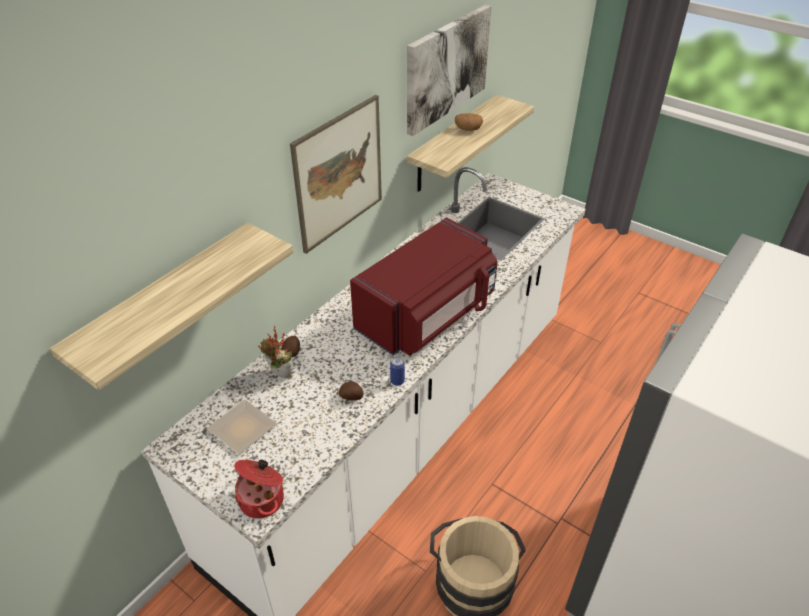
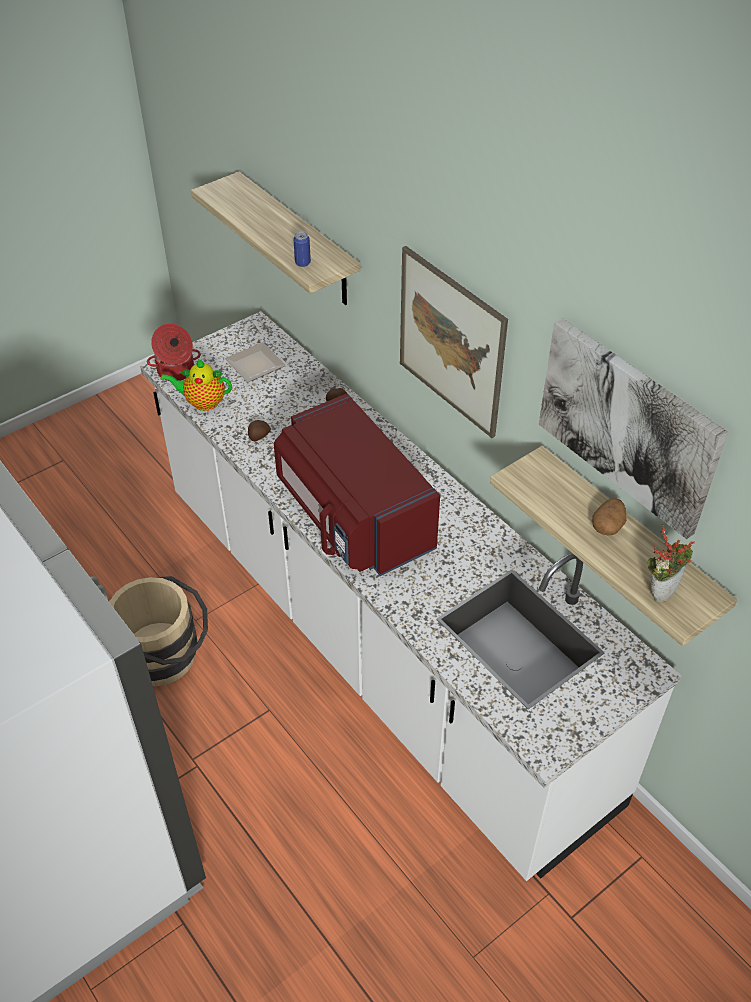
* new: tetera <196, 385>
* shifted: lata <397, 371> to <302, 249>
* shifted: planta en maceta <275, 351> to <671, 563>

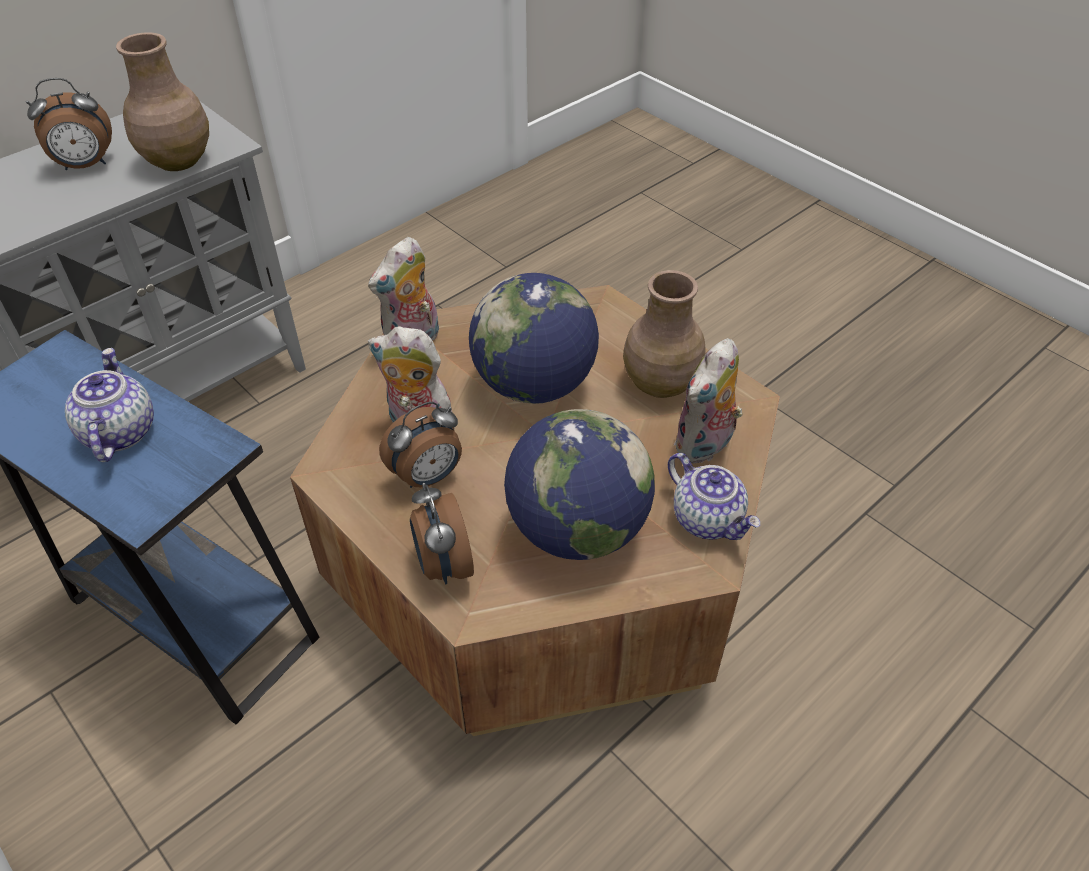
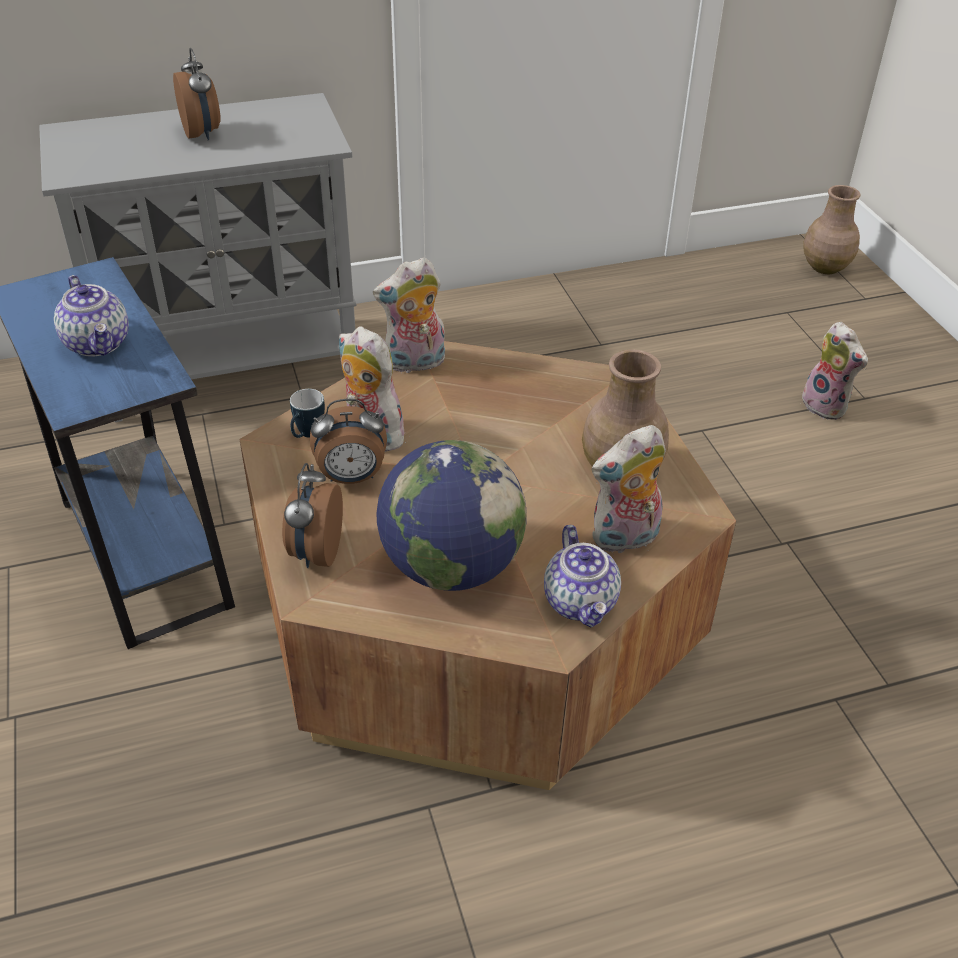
* rotated: tetera <109, 405> = <91, 316> 135 degrees clockwise
* rotated: despertador <69, 124> = <197, 94> 120 degrees counterclockwise
* new: taza grande <307, 413>
* new: peluche <835, 371>
* shifted: florero (marrón) <162, 101> to <831, 229>
* gone: globo terráqueo <534, 338>

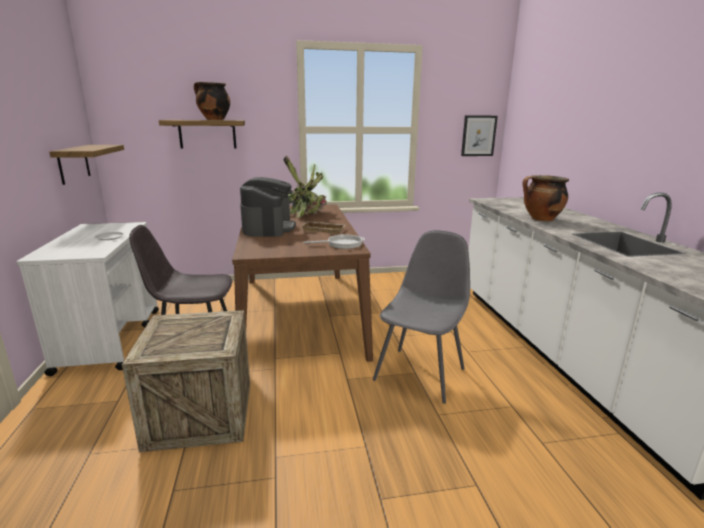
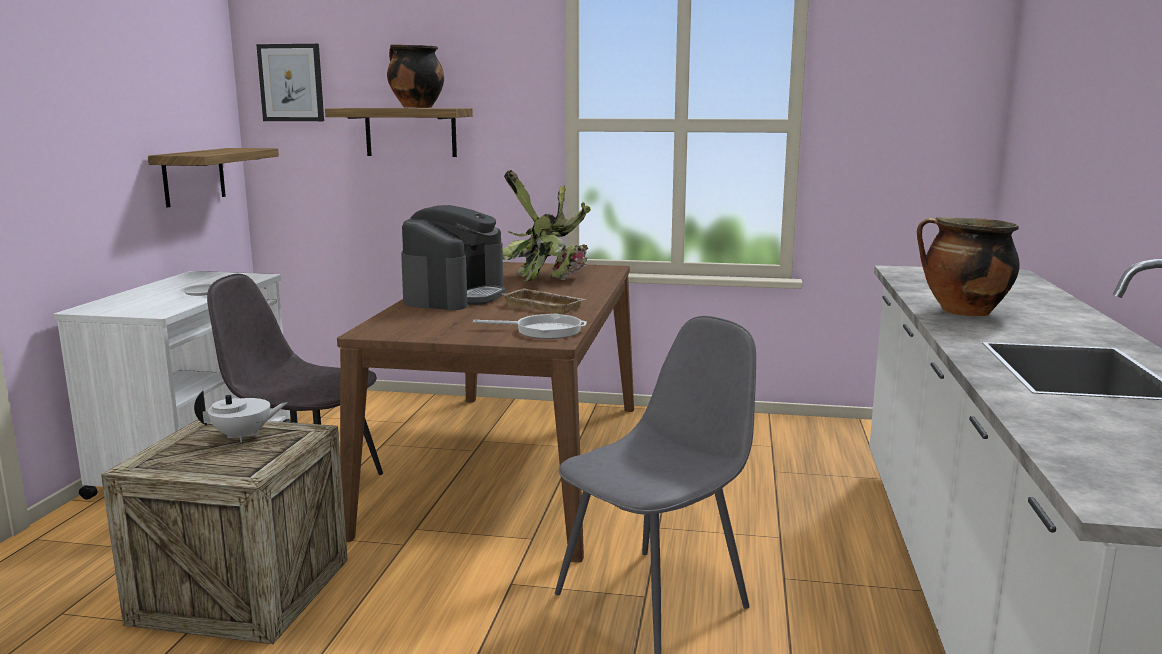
* new: tetera (blanco) <240, 416>
* shifted: cuadro <479, 135> to <290, 82>

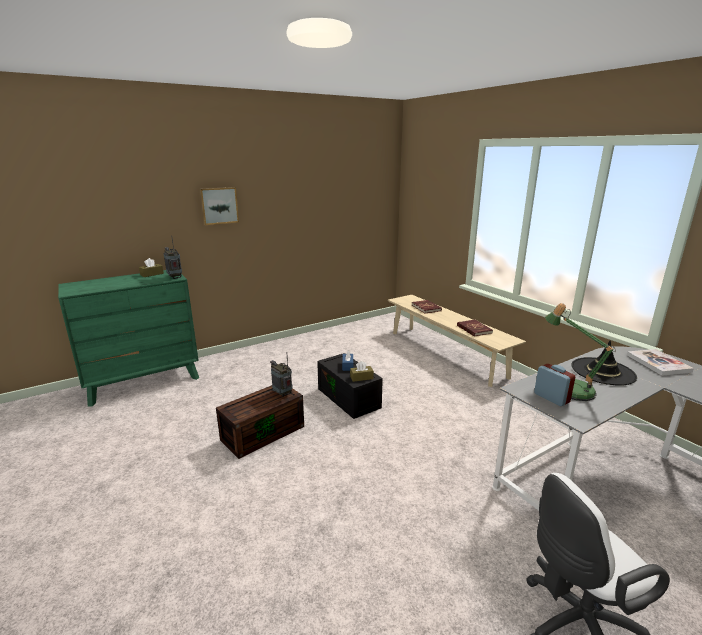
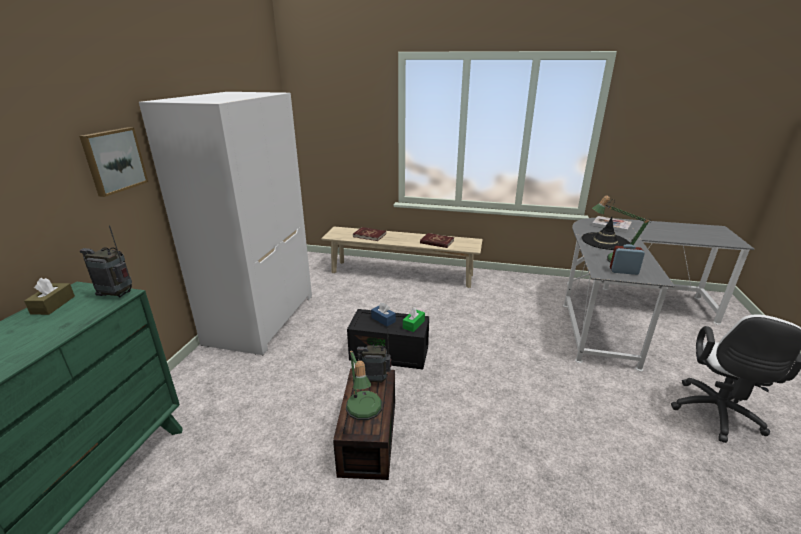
* new: armario ropero (blanco) <225, 223>
* new: lámpara de mesa <364, 385>
* repainted: caja de pañuelos (marrón) <362, 371> to caja de pañuelos (verde) <414, 319>

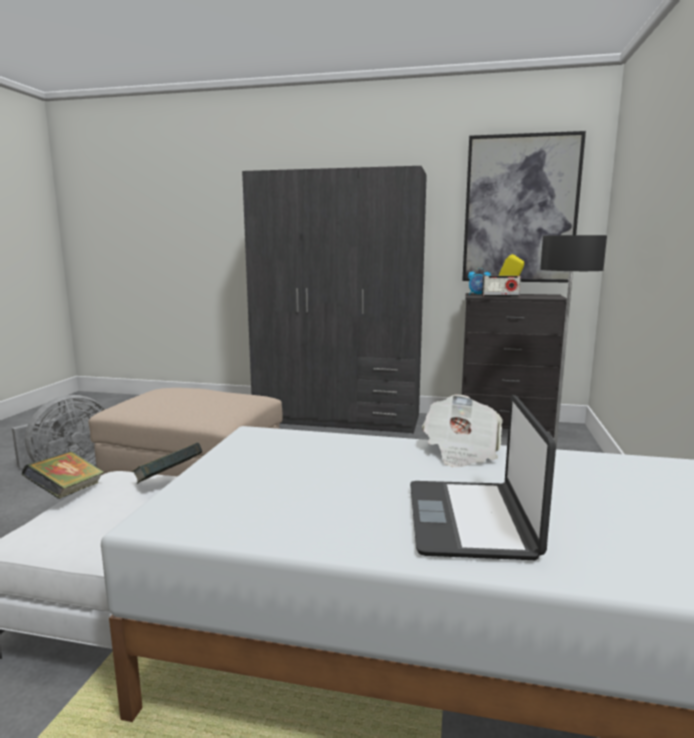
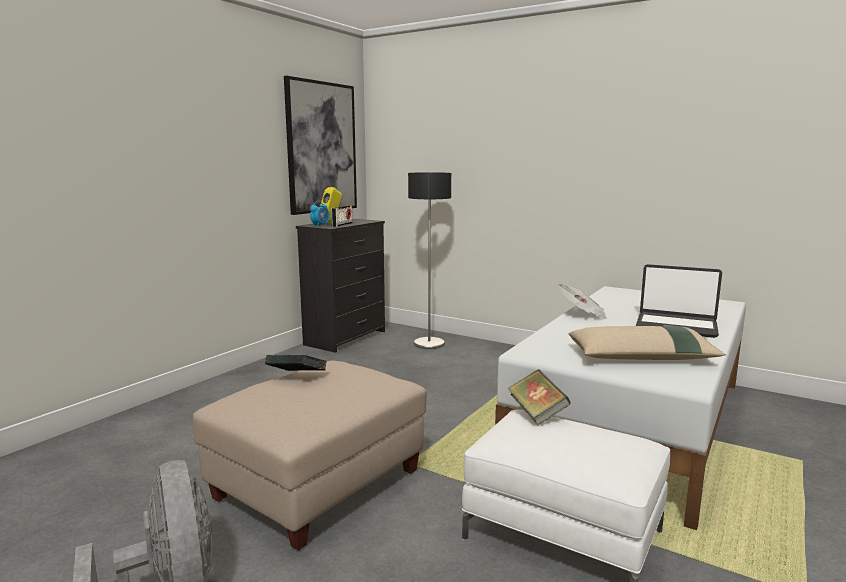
* shifted: libro <63, 475> to <296, 363>
* new: cojín (beis) <647, 343>
* gone: armario ropero (gris) <334, 300>

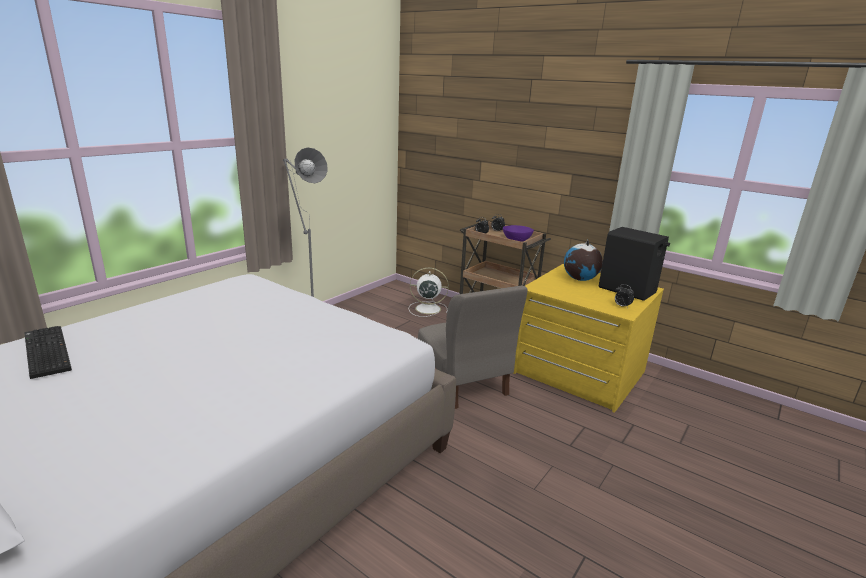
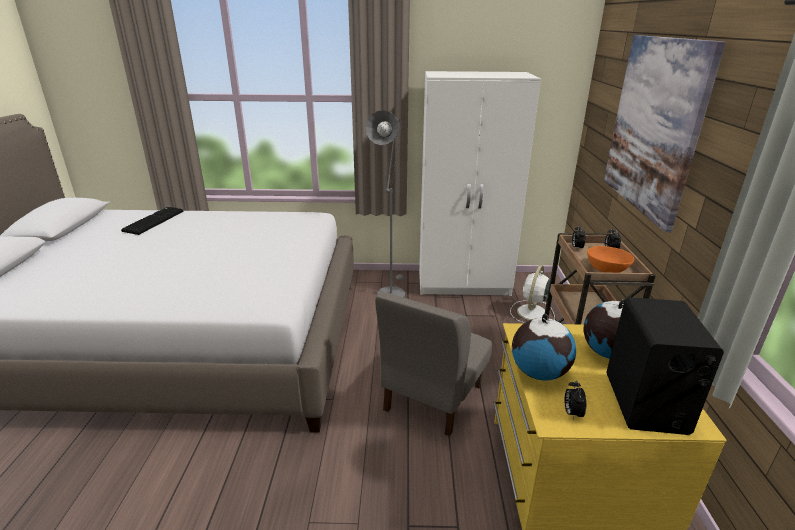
* new: armario ropero (blanco) <480, 183>
* rotated: ventilador (blanco) <429, 292> = <532, 294> 120 degrees counterclockwise
* new: globo terráqueo <544, 347>
* repainted: cuenco (morado) <518, 233> to cuenco (naranja) <610, 259>
* new: cuadro <665, 133>

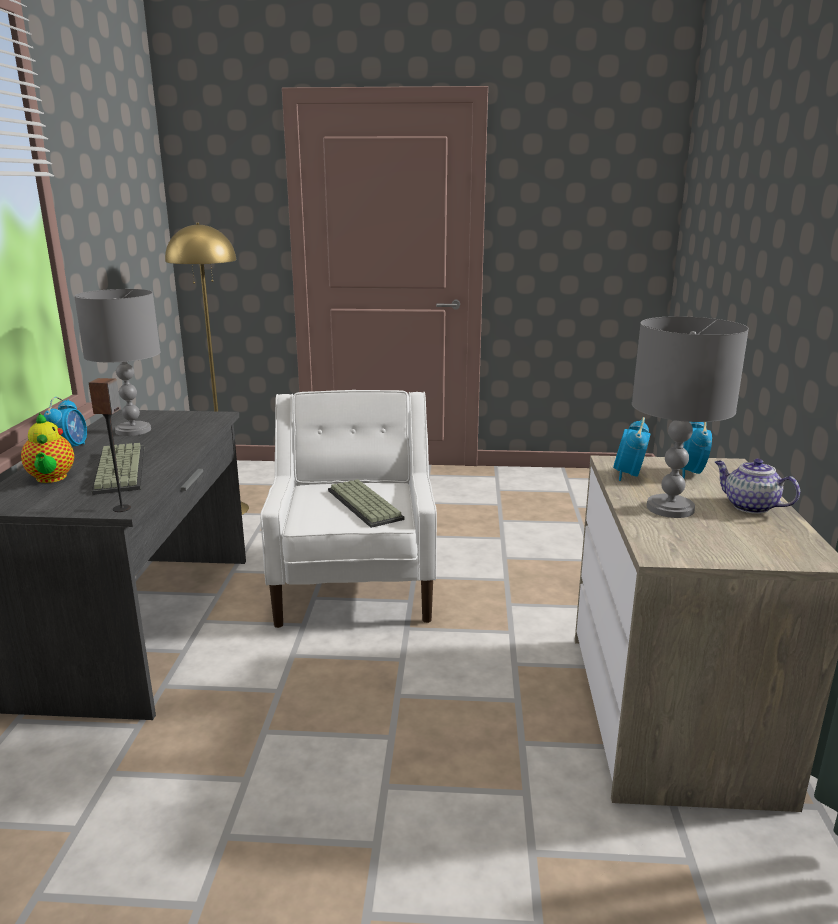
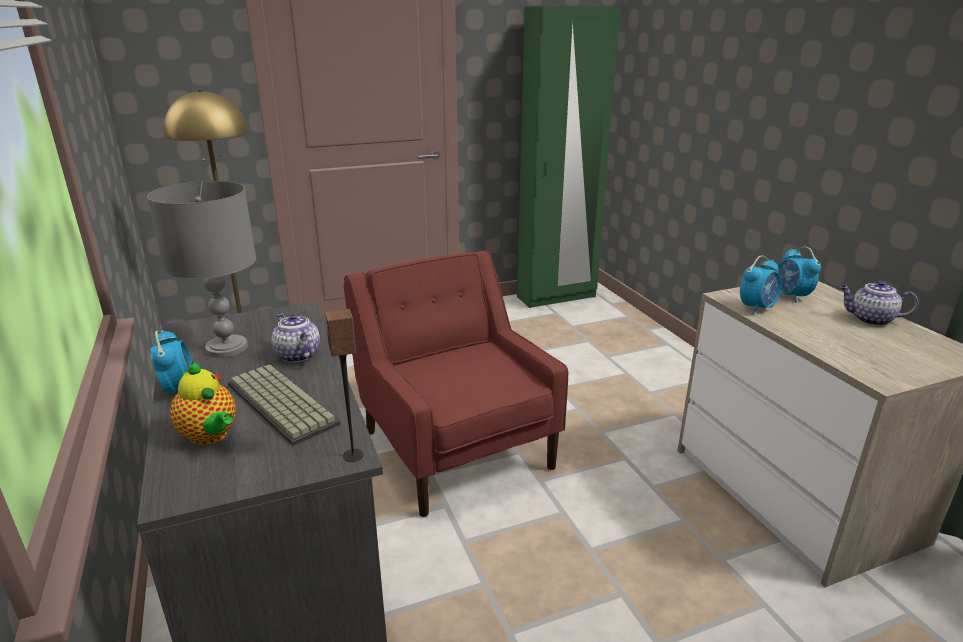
* new: tetera <295, 338>
* repainted: sillón (blanco) <348, 509> to sillón (rojo) <456, 383>
* new: armario ropero (verde) <569, 157>
* rotated: despertador <631, 449> = <761, 285> 120 degrees counterclockwise
* gone: teclado <366, 503>
* gone: lámpara de mesa (gris) <690, 417>

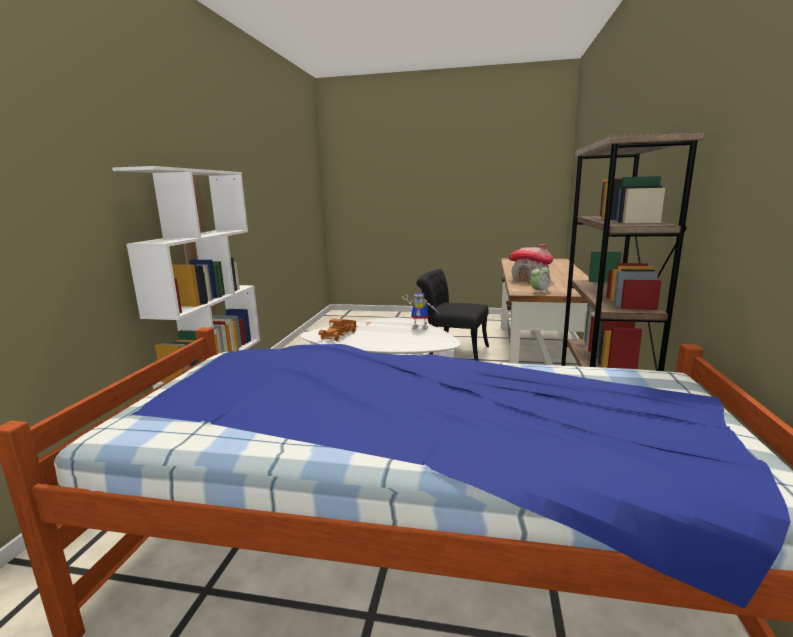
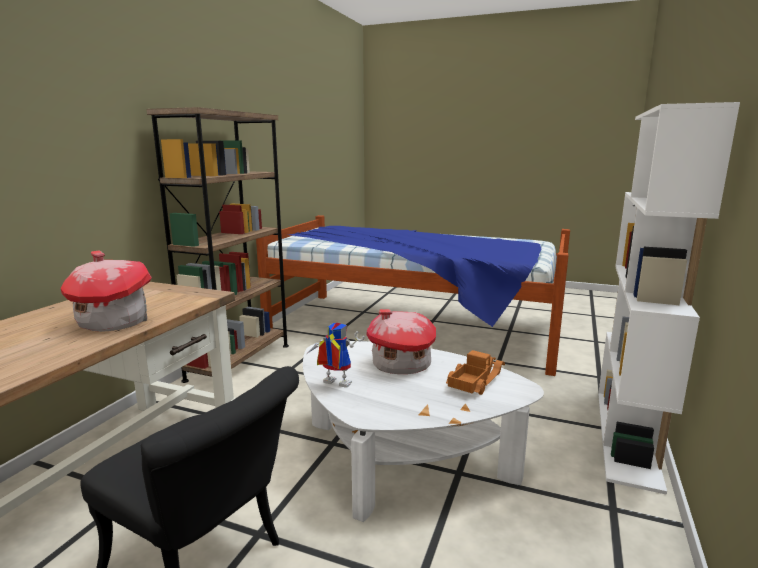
* new: casita <401, 341>
* gone: despertador <541, 279>

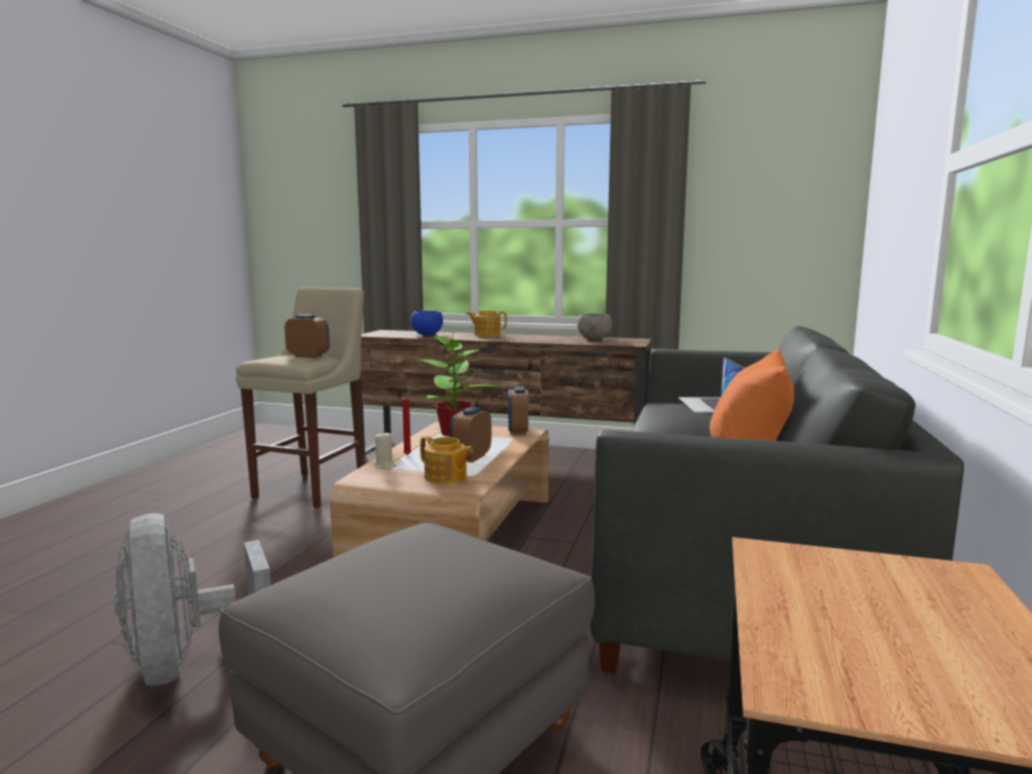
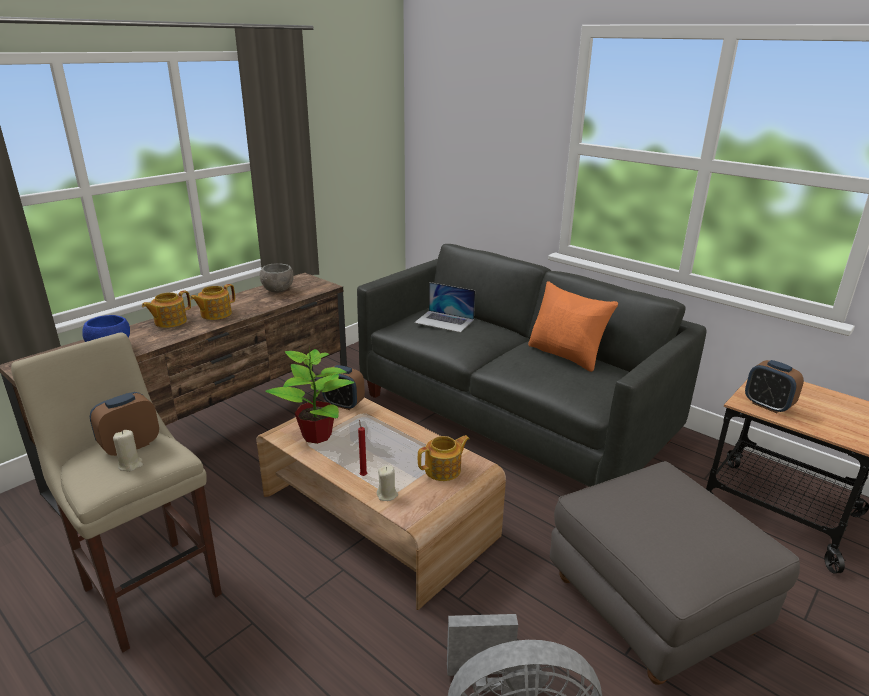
* new: vela (beis) <128, 451>
* new: tetera <212, 302>
* shifted: despertador <470, 435> to <774, 386>

